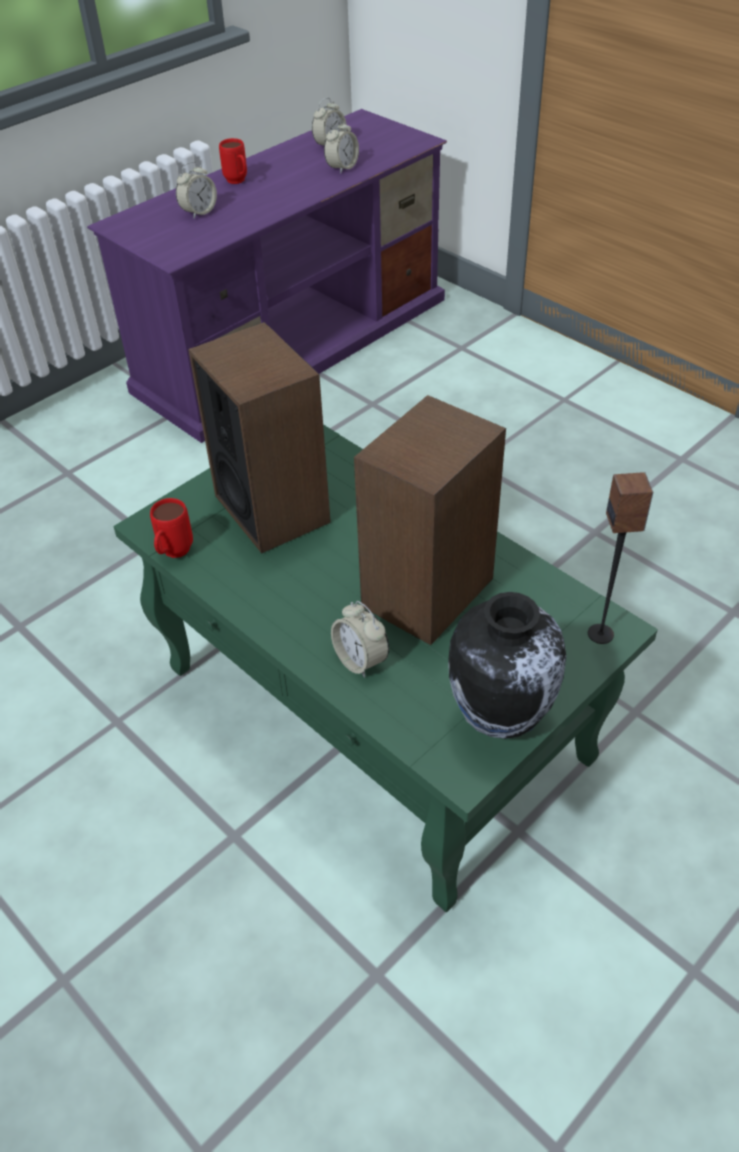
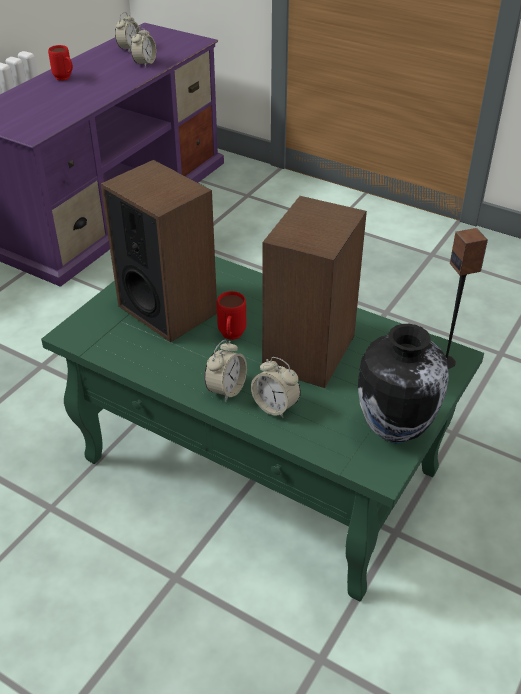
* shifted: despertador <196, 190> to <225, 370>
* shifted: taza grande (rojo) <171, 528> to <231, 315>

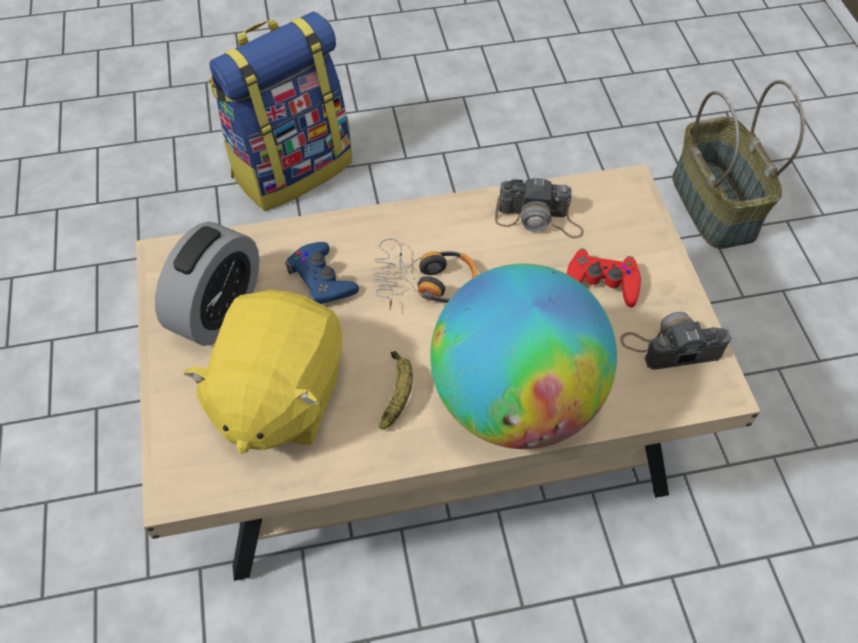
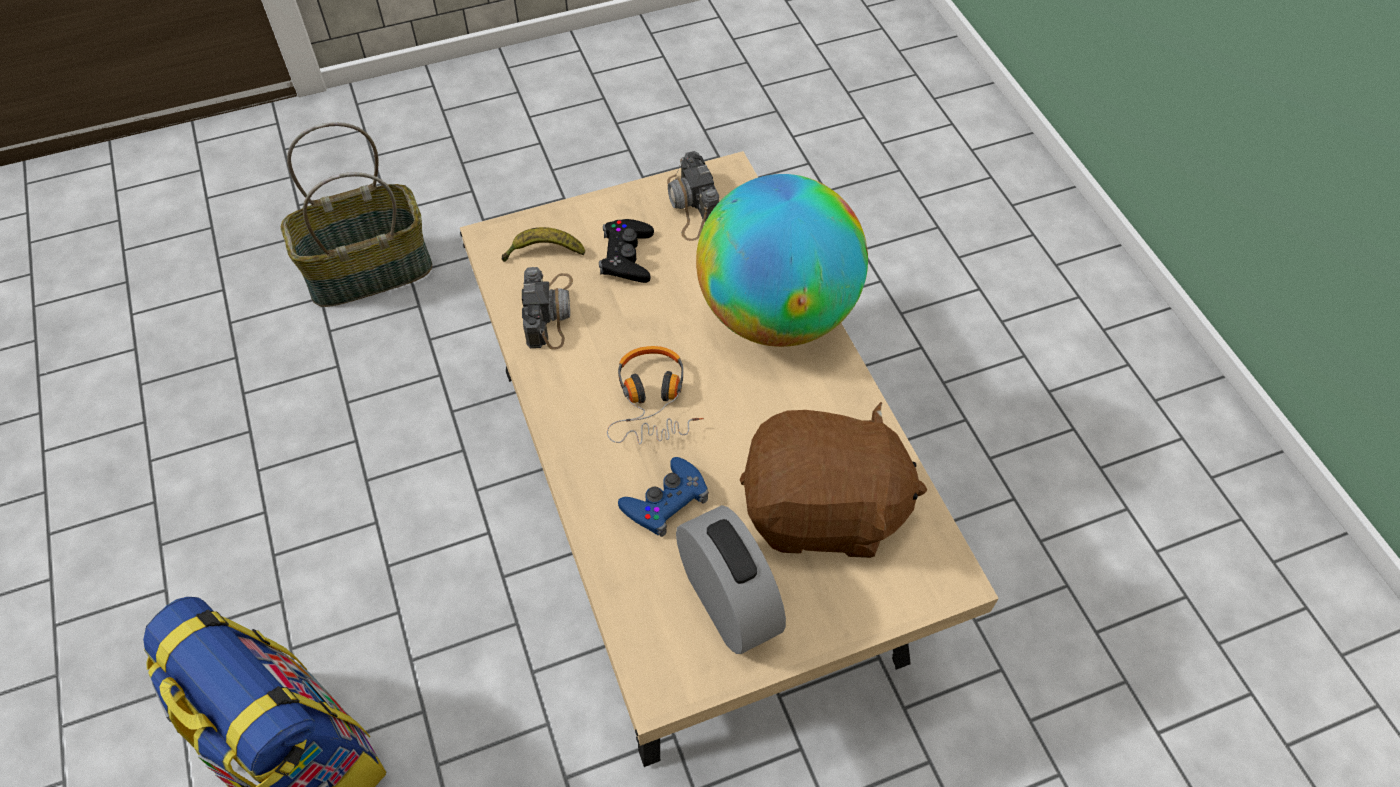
* shifted: plátano <396, 390> to <543, 244>
* repainted: mando de consola (rojo) <604, 278> to mando de consola (negro) <626, 251>
* rotated: despertador <207, 284> = <731, 579> 45 degrees clockwise
* repainted: peluche (amarillo) <262, 372> to peluche (marrón) <833, 480>

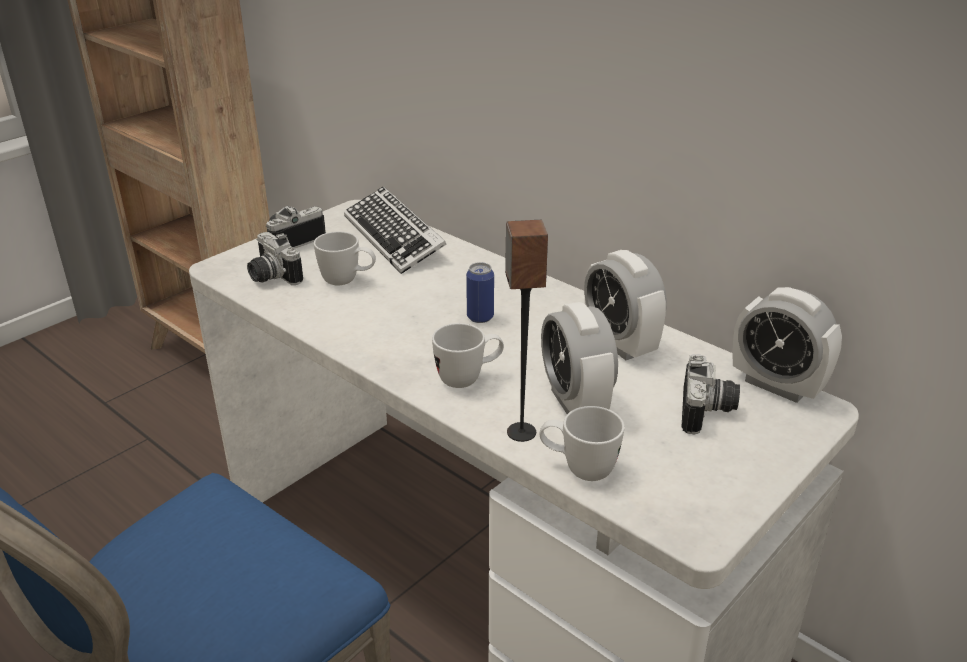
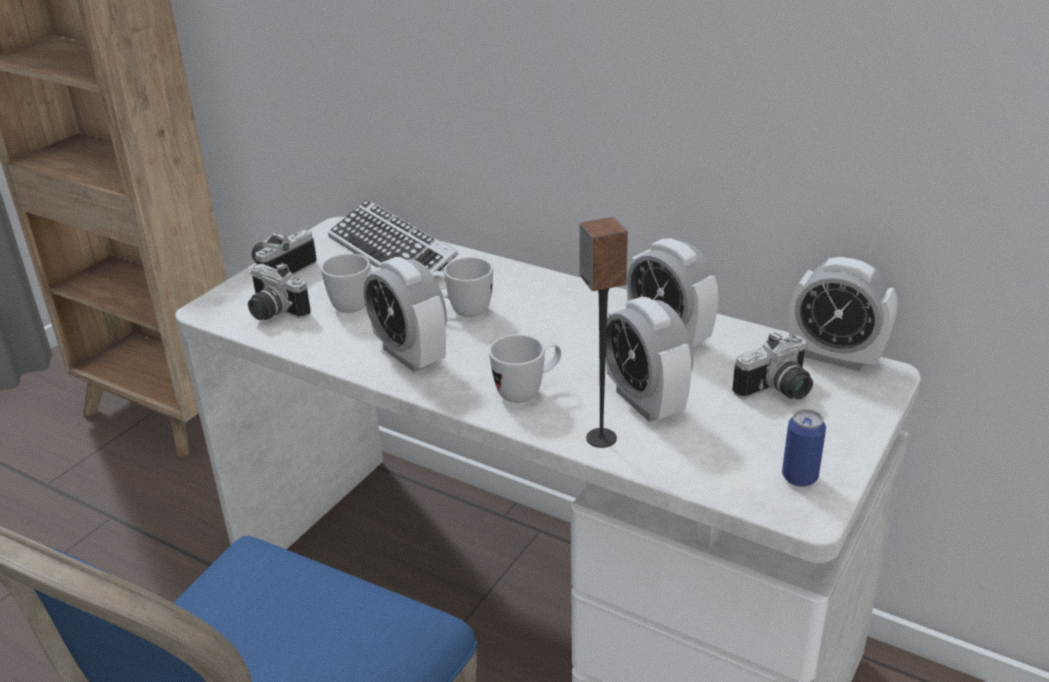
* new: despertador <405, 314>
* shifted: taza grande (blanco) <582, 443> to <462, 287>
* rotated: cámara <710, 394> = <772, 366> 60 degrees clockwise
* shifted: lata <480, 292> to <804, 448>

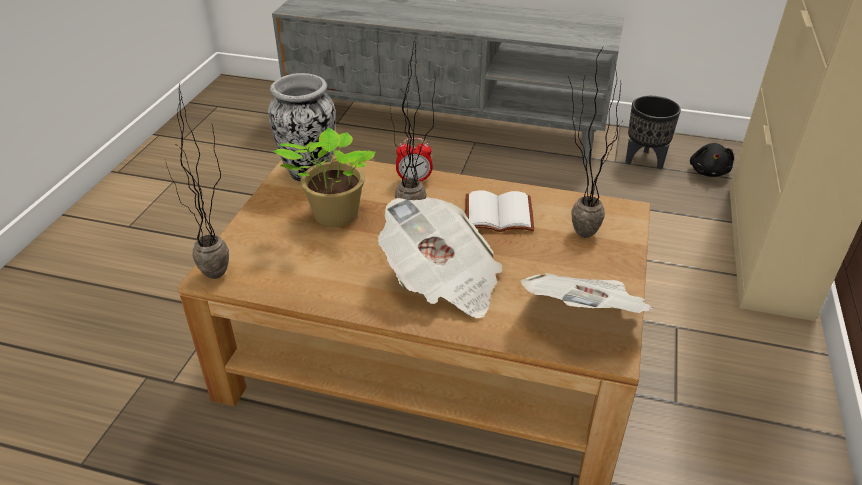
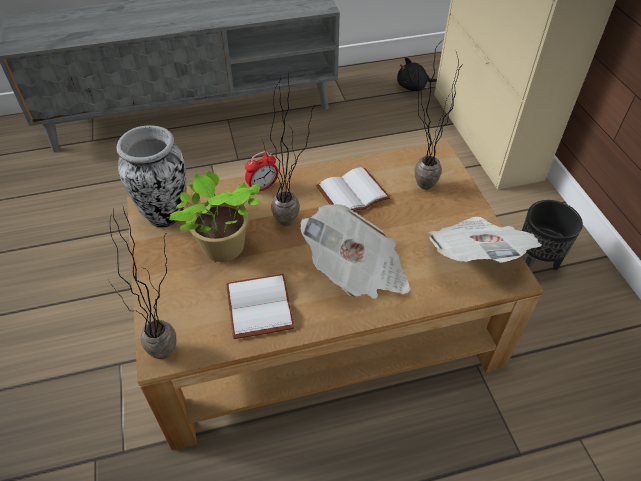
* new: libro (blanco) <260, 306>
* rotated: peluche (negro) <712, 160> = <417, 74> 105 degrees clockwise
* shifted: maceta (negro) <653, 132> to <552, 235>

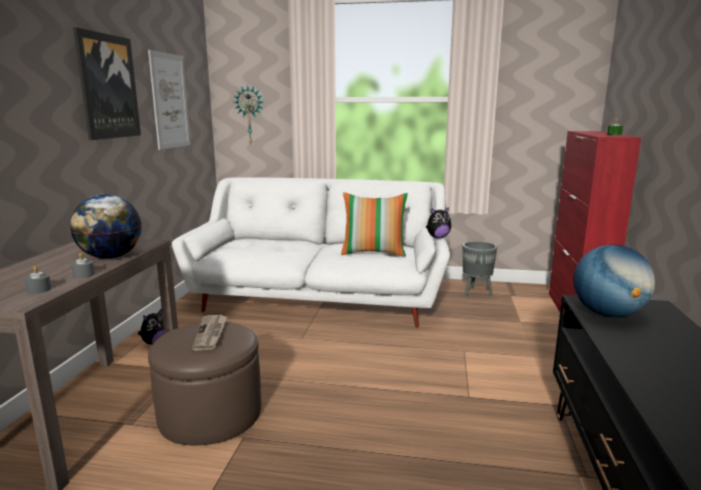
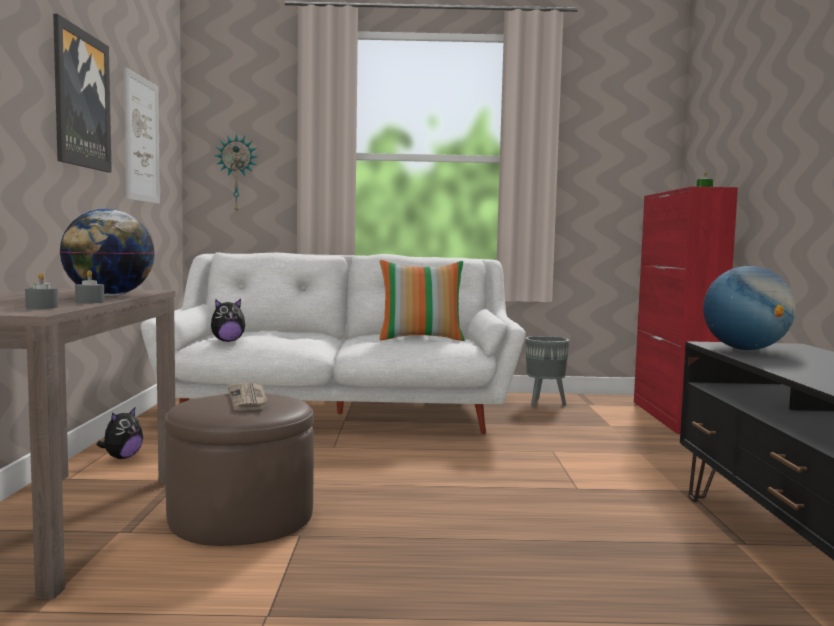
* shifted: peluche <438, 222> to <228, 320>

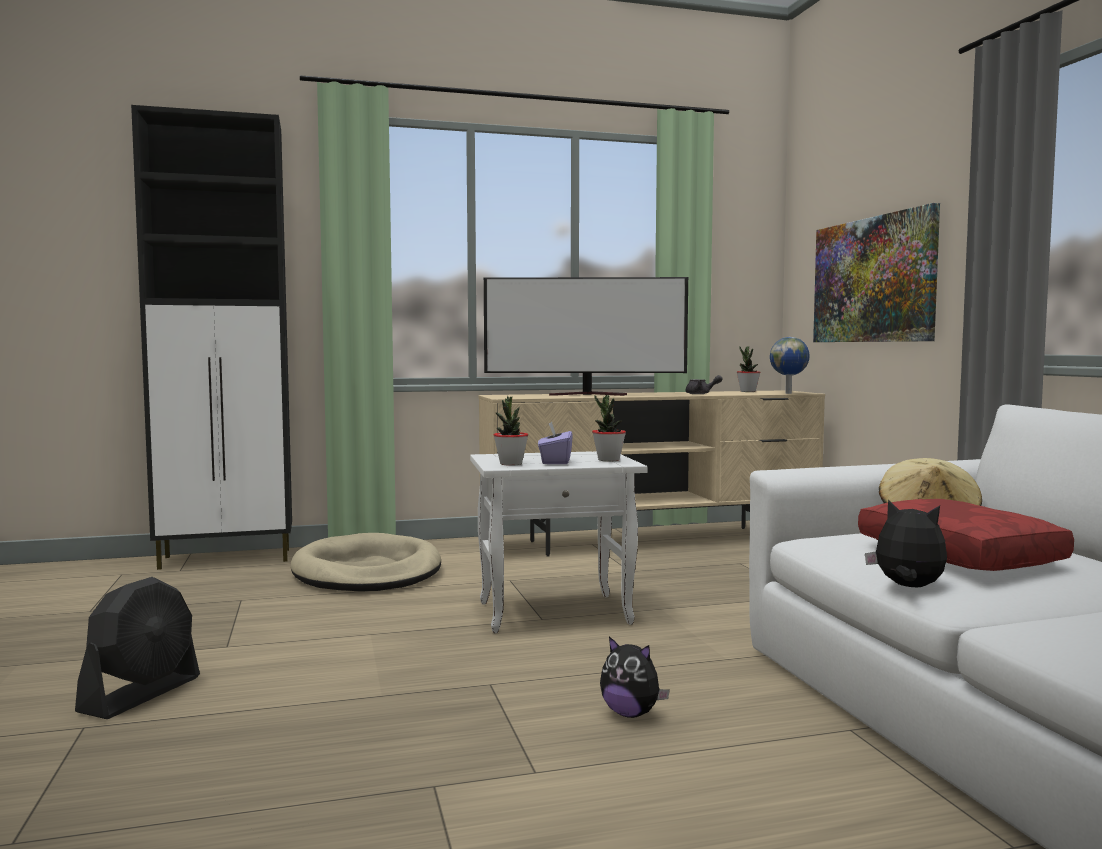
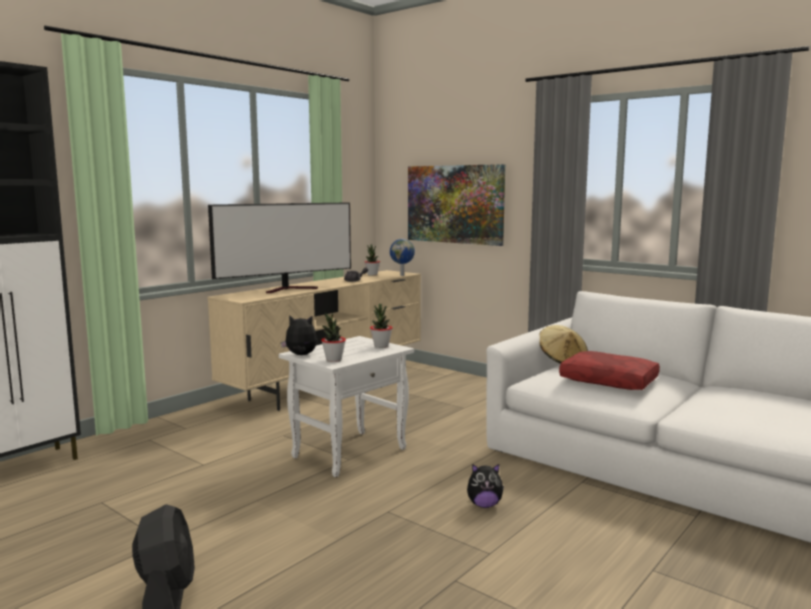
* shifted: peluche <906, 543> to <299, 335>
* gone: cama para perro (beis) <365, 562>
* gone: caja de pañuelos (morado) <555, 443>

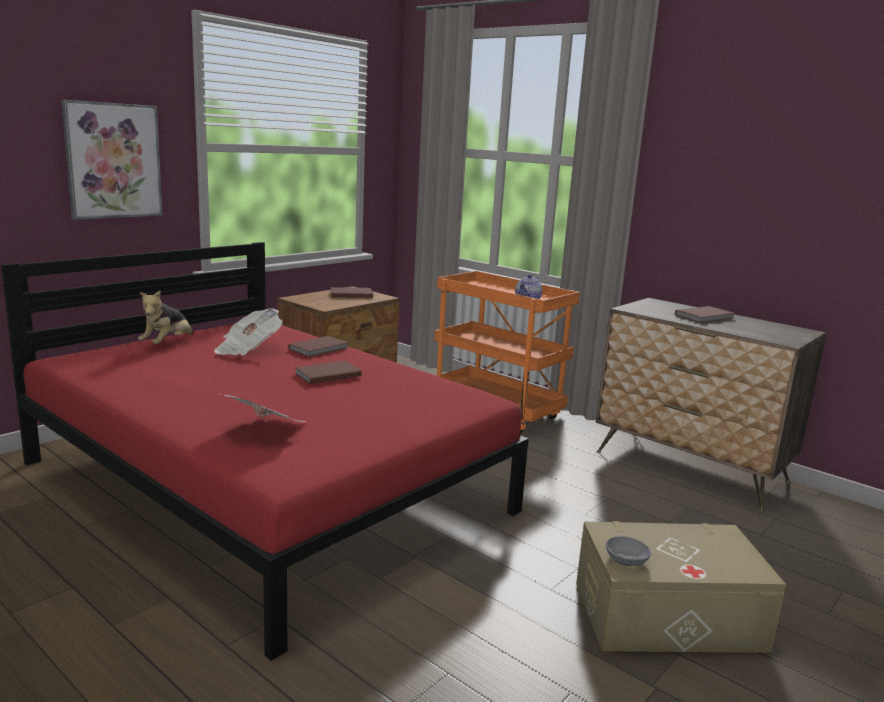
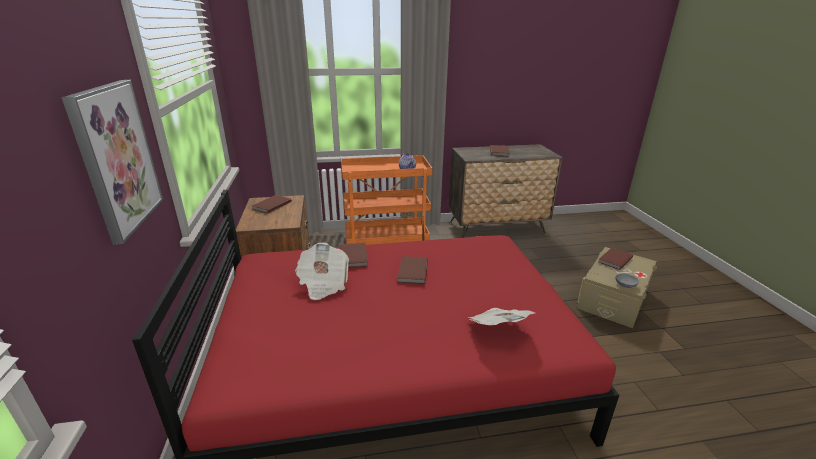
* new: libro (marrón) <616, 259>
* gone: peluche <165, 317>

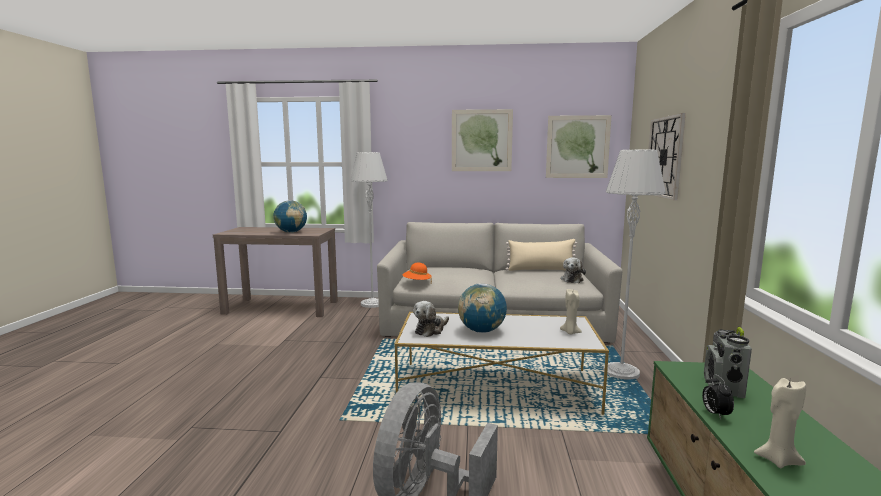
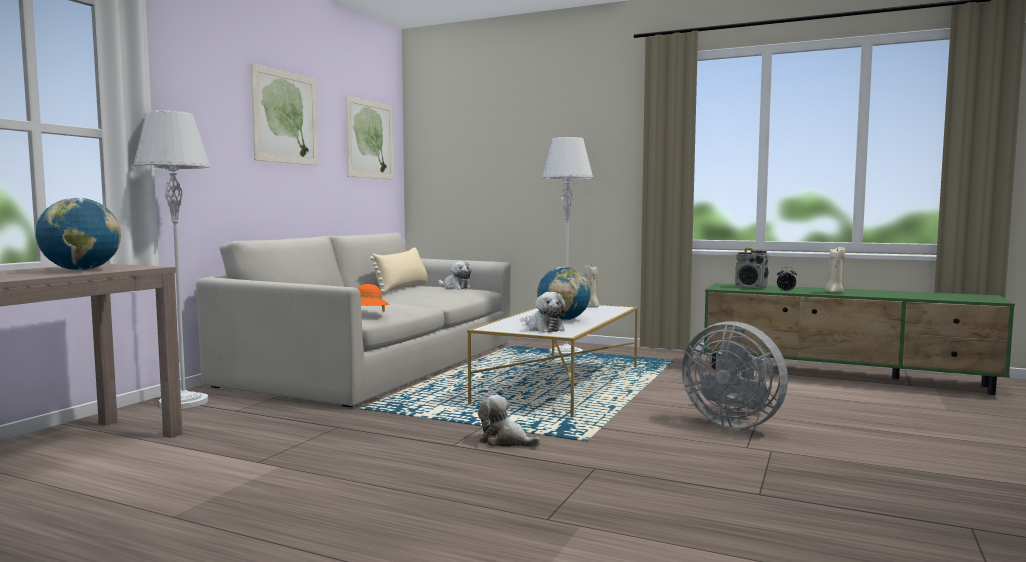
* new: peluche <509, 421>
* gone: reloj de pared <667, 156>

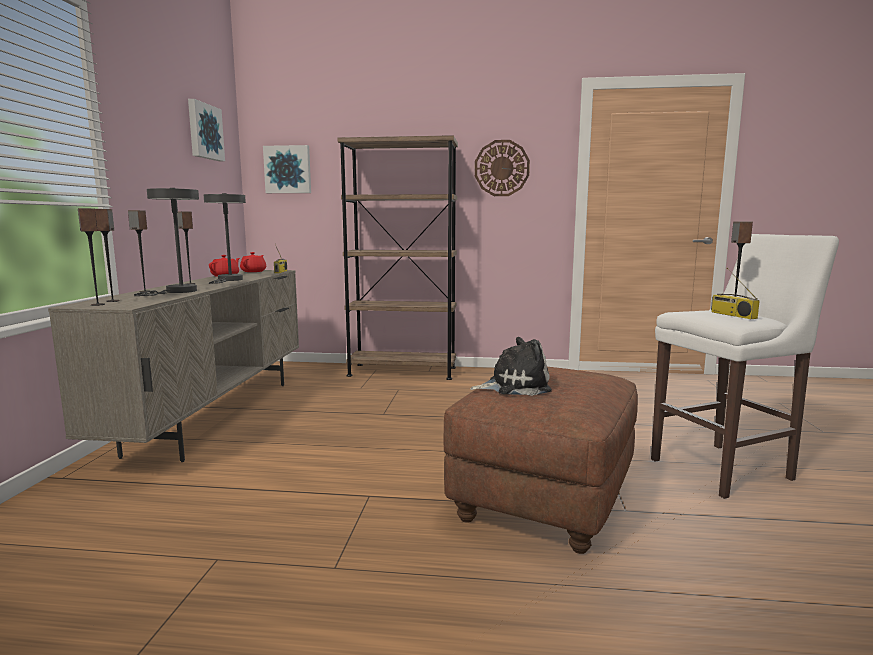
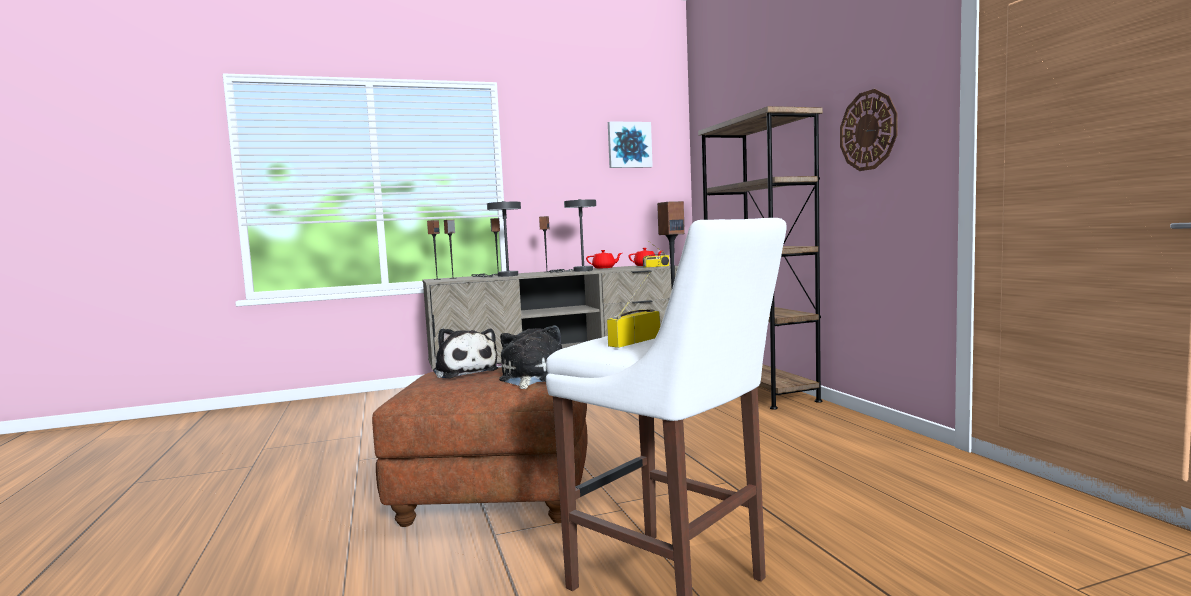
* new: peluche <530, 357>
* gone: cuadro <287, 169>

